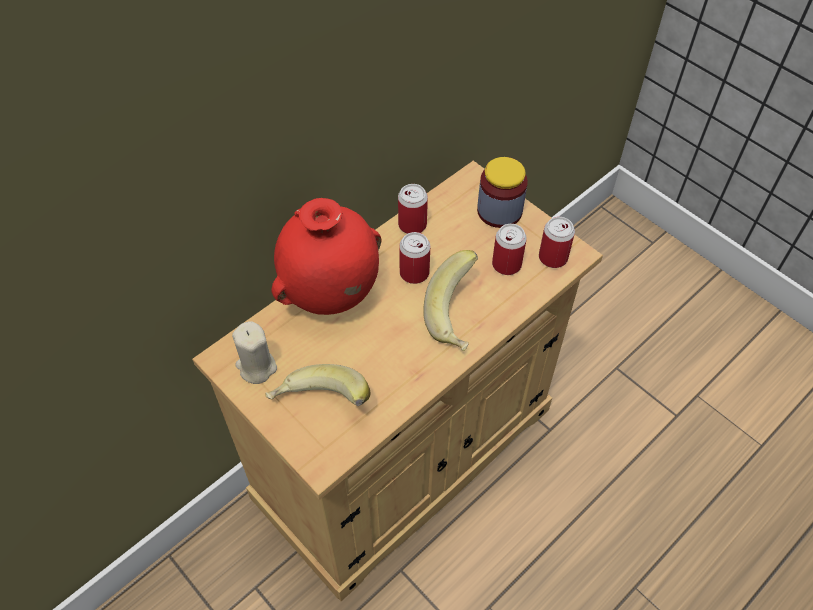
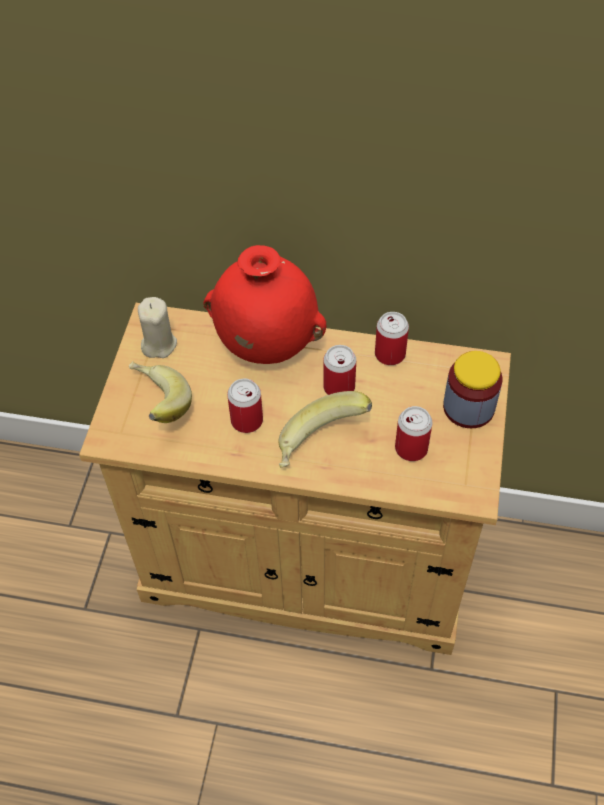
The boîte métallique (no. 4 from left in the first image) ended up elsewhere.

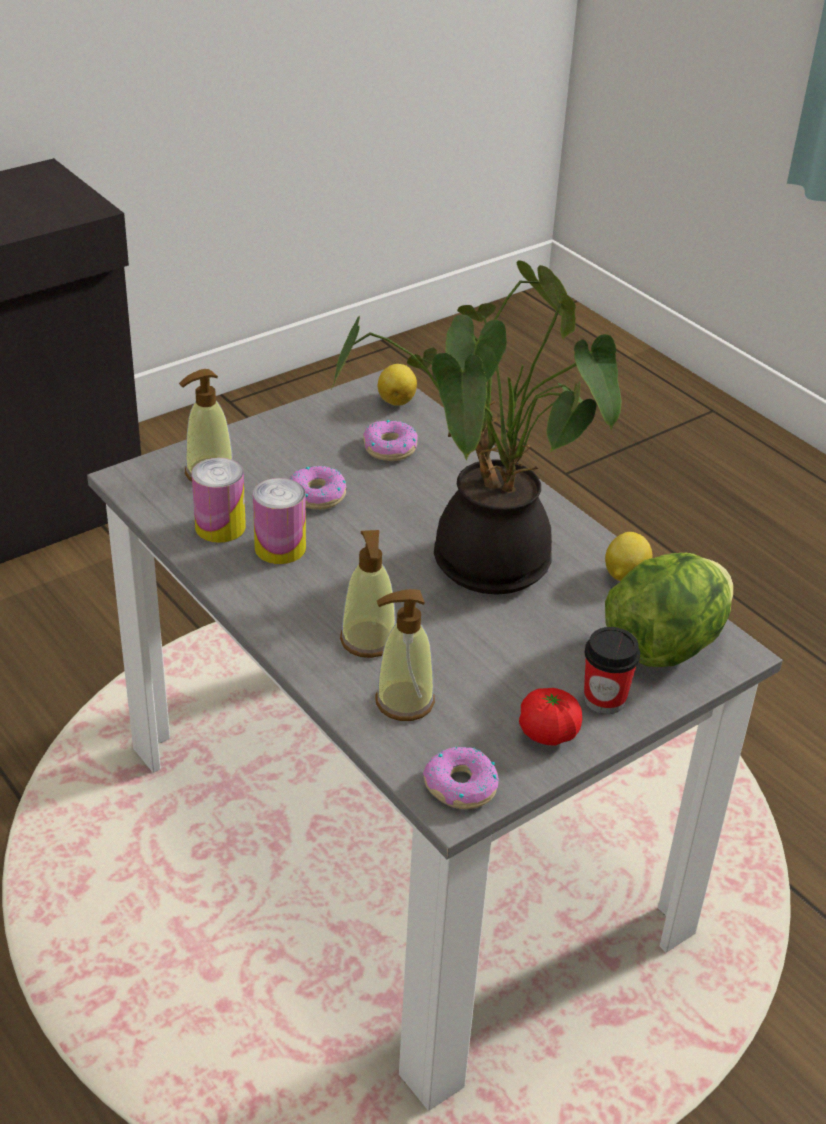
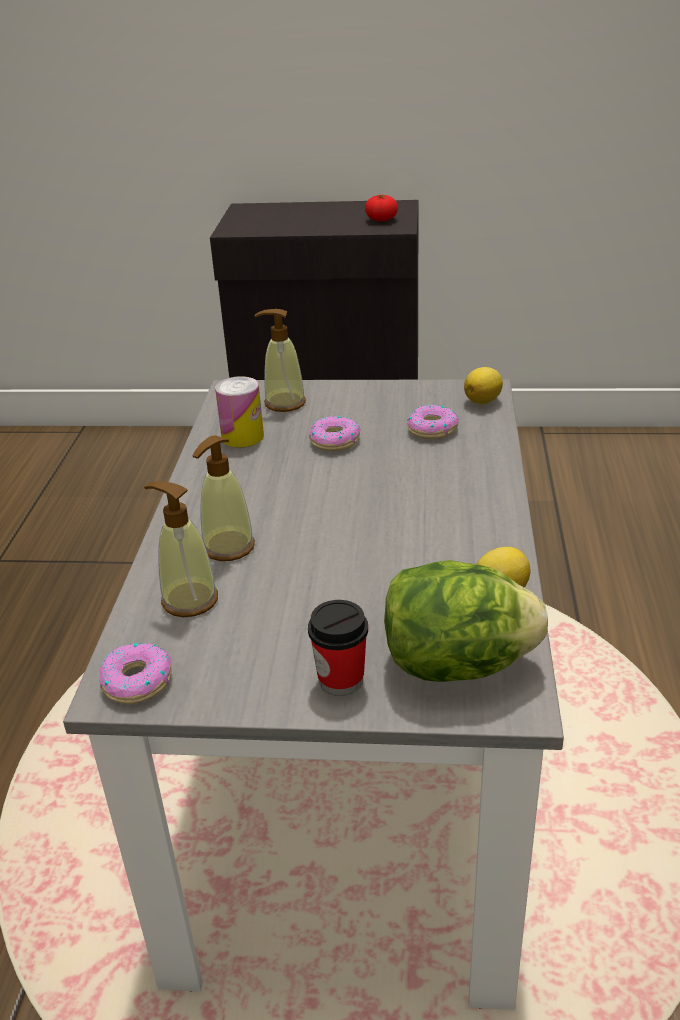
The second view lost the boîte métallique (no. 2 from left). The second view lost the plante en pot. The tomate ended up elsewhere.

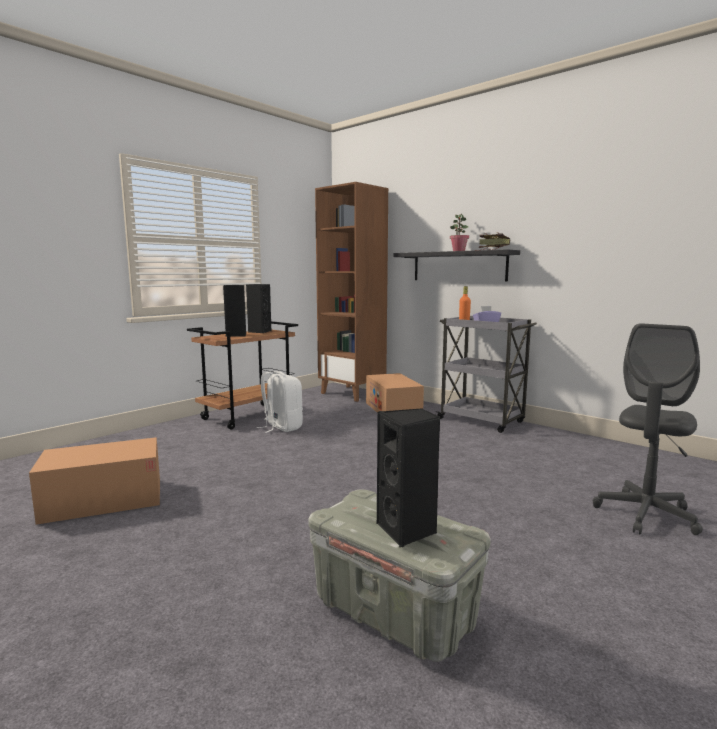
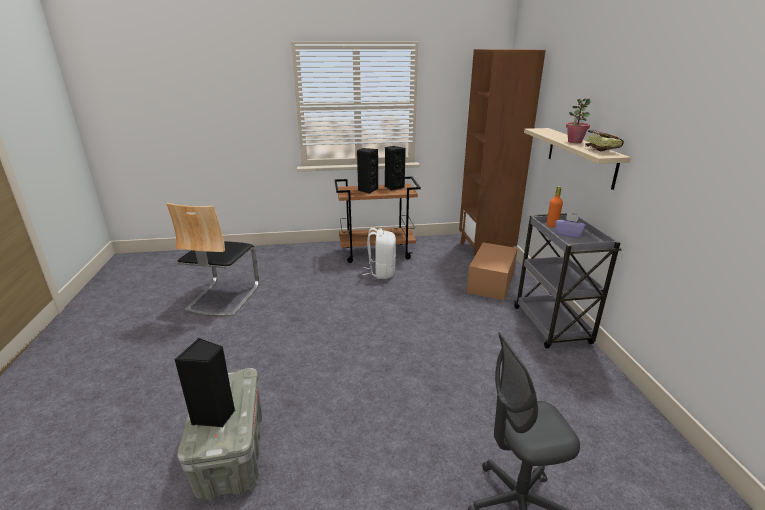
Where the carton (no. 1 from left) stood, the chaise came to stand. What was the étagère [noir] turned into the étagère [beige].

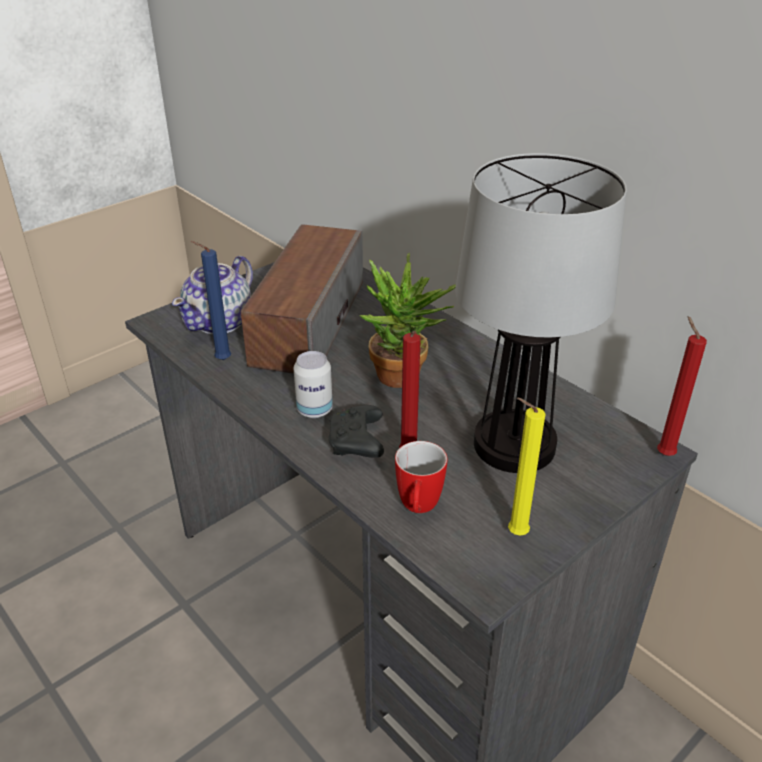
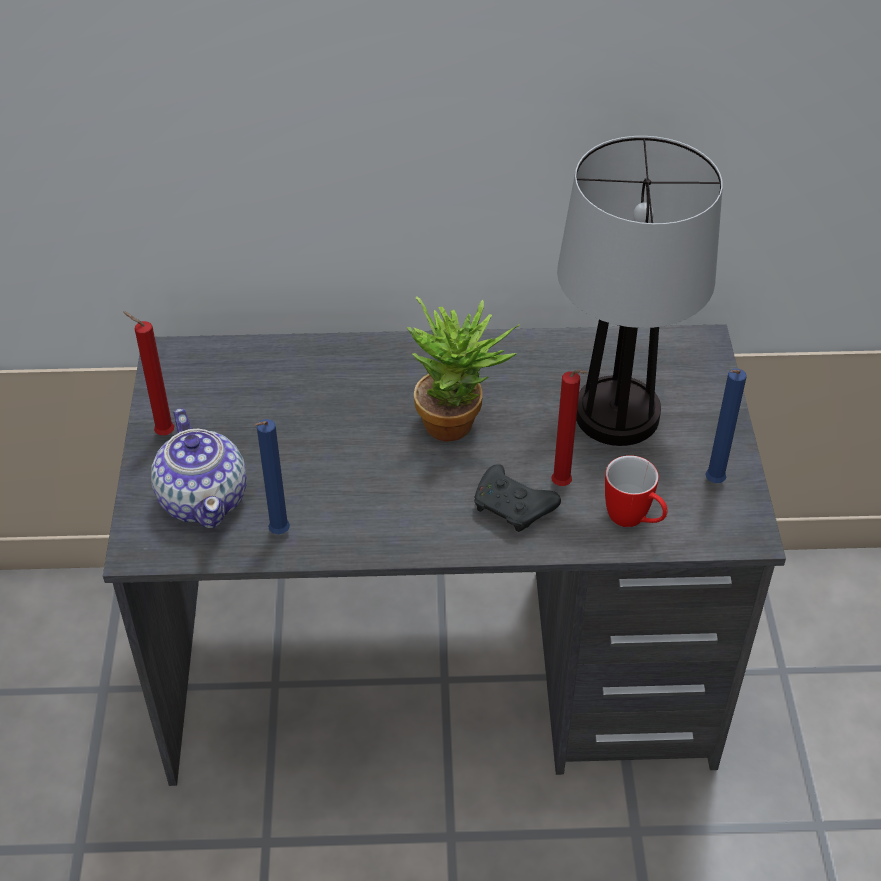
The second view lost the enceinte. The second view lost the boîte métallique. The bougie [rouge] (no. 2 from left in the first image) ended up elsewhere. What was the bougie [jaune] turned into the bougie [bleu] (no. 2 from left).

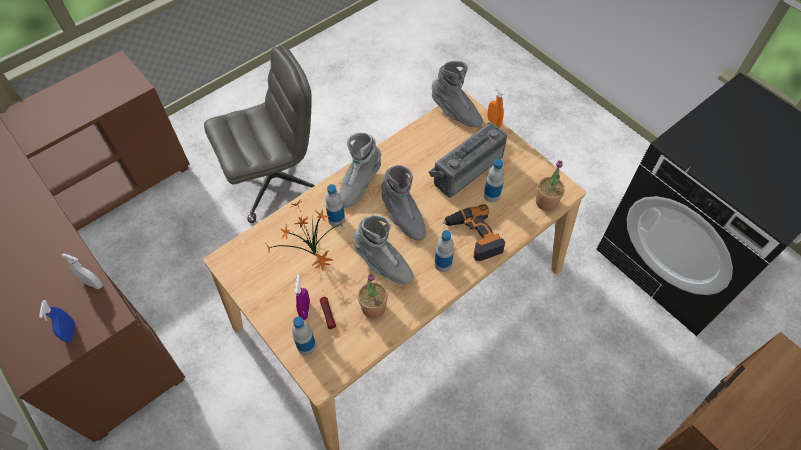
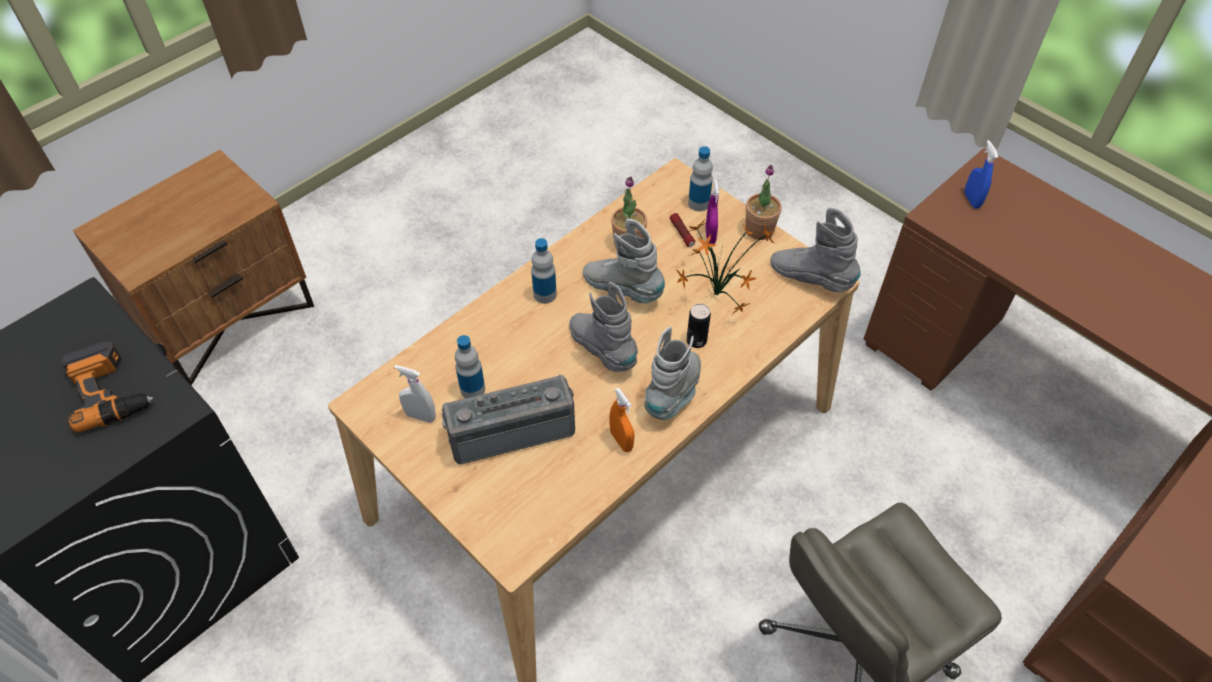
The vaporisateur [blanc] ended up elsewhere. The botte [gris] (no. 4 from left) ended up elsewhere. The perceuse ended up elsewhere. The vaporisateur [orange] ended up elsewhere. The plante en pot (no. 3 from left) ended up elsewhere. Where the bouteille (no. 2 from left) stood, the boîte métallique came to stand. The radio ended up facing another way, 150 degrees counterclockwise from before.

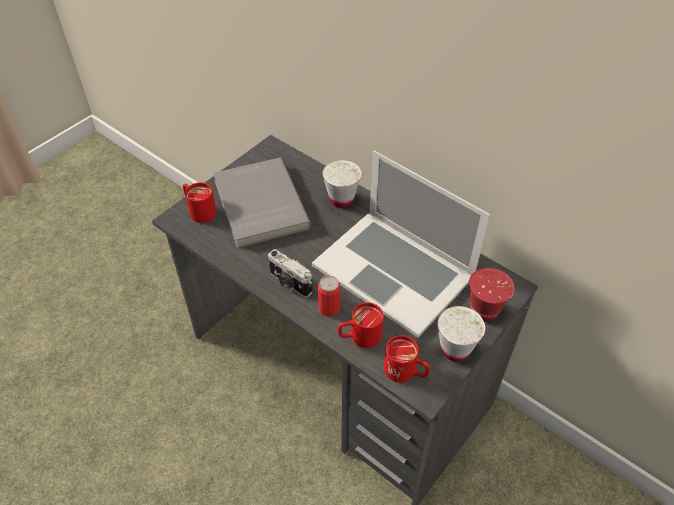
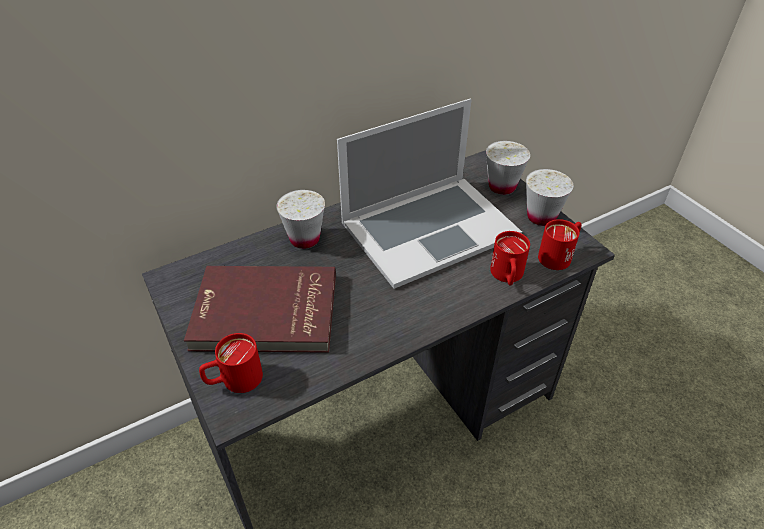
The second view lost the appareil photo. The second view lost the boîte métallique. What was the livre [gris] turned into the livre [rouge]. What was the tasse [rouge] turned into the tasse [blanc] (no. 2 from left).

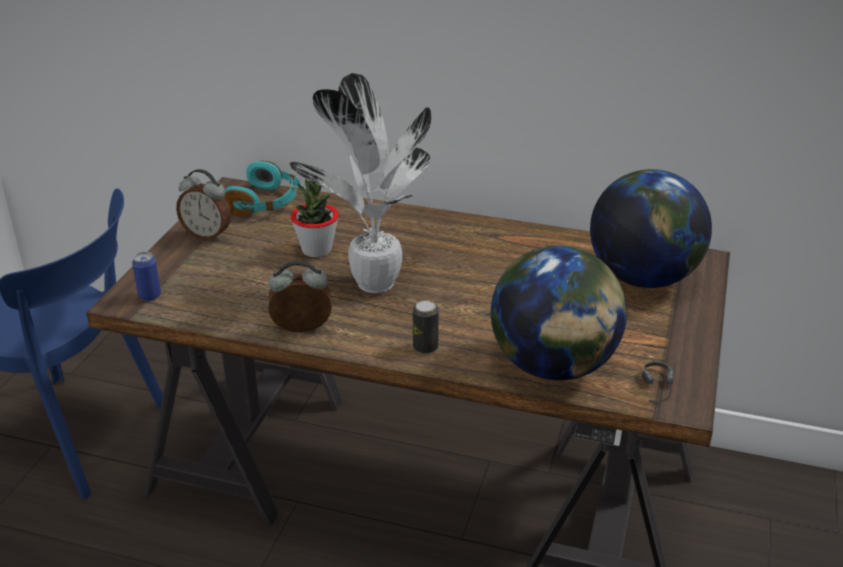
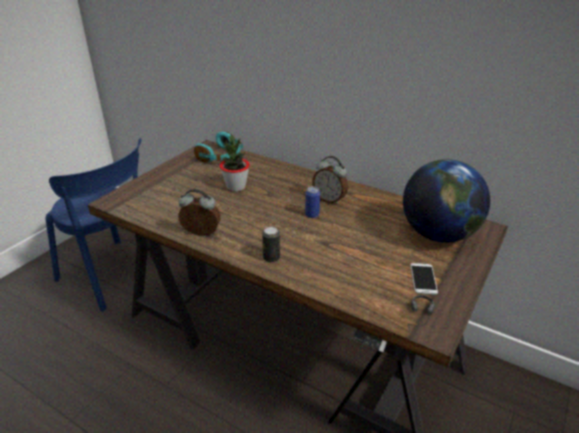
The second view lost the plante en pot (no. 2 from left). The second view lost the globe (no. 1 from left). The second view gained the téléphone. The boîte métallique (no. 1 from left in the first image) ended up elsewhere. The réveil (no. 1 from left in the first image) ended up elsewhere.

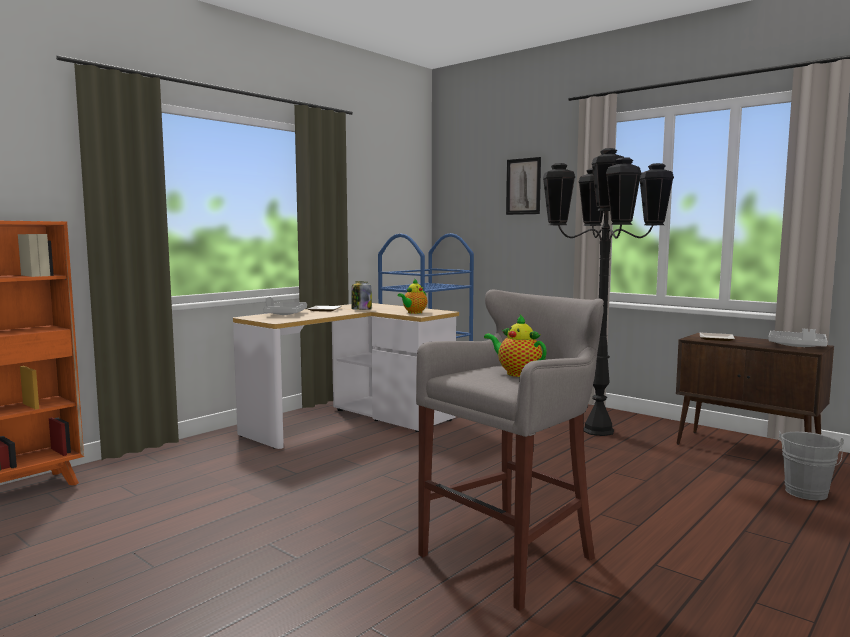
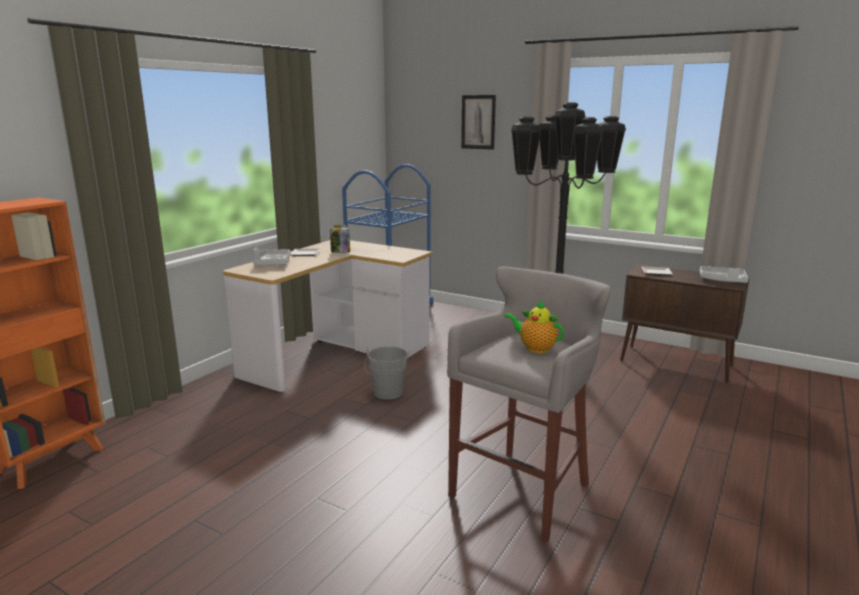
The second view lost the théière (no. 1 from left). The seau [gris] ended up elsewhere.

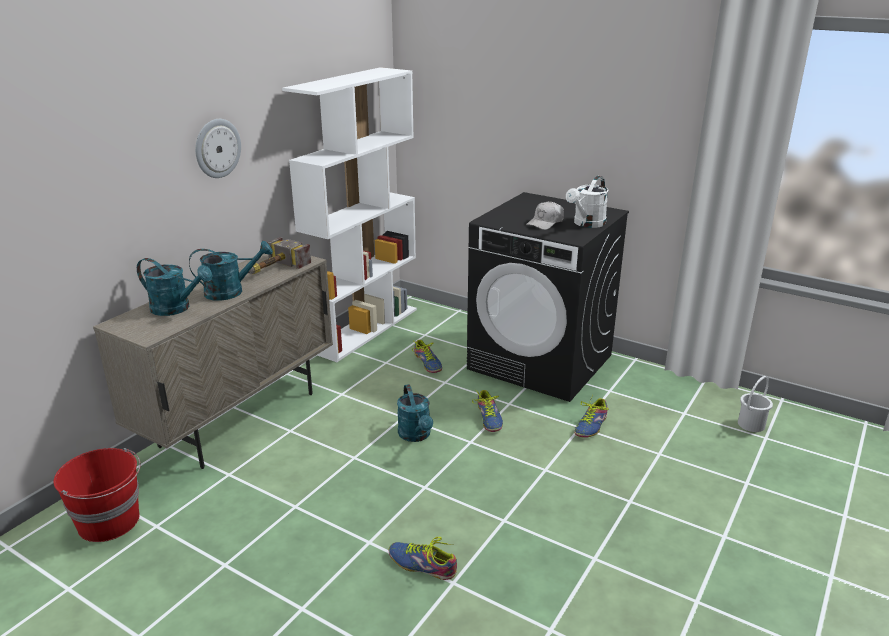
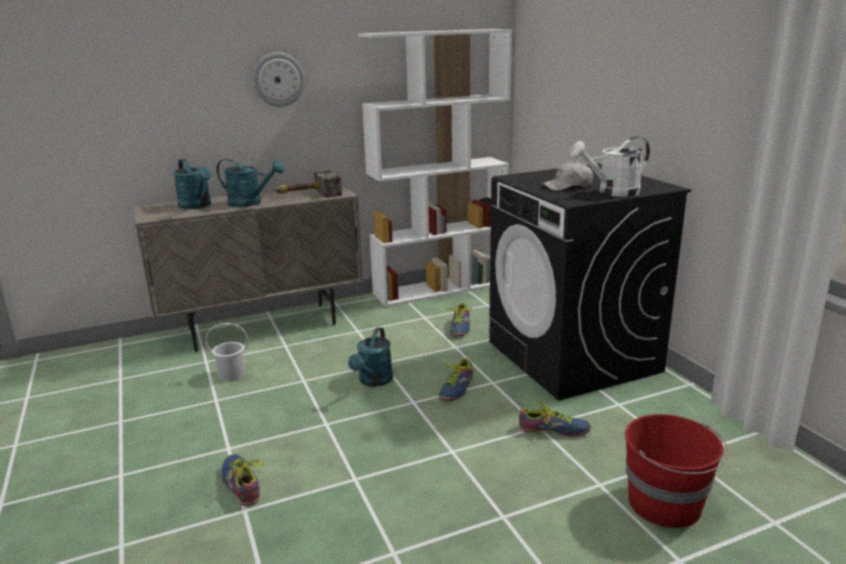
The seau [rouge] ended up elsewhere. The seau [blanc] ended up elsewhere. The chaussure (no. 4 from left) ended up facing another way, 150 degrees counterclockwise from before.

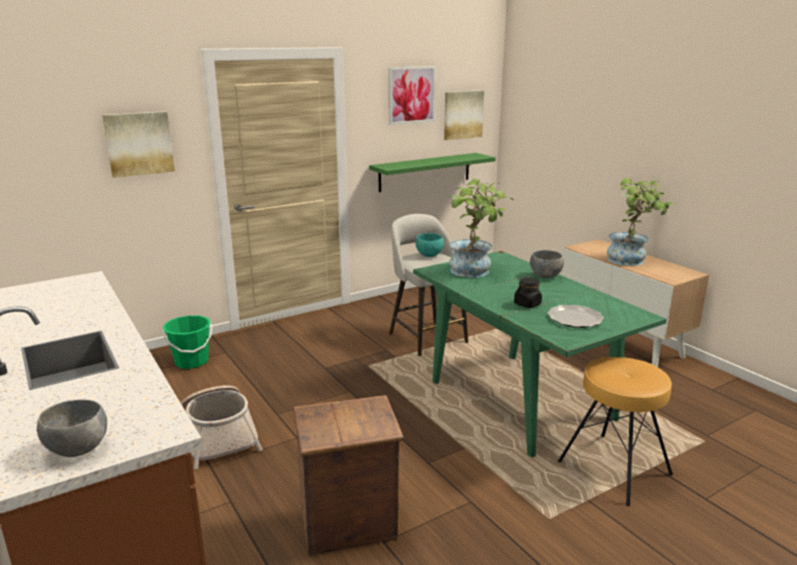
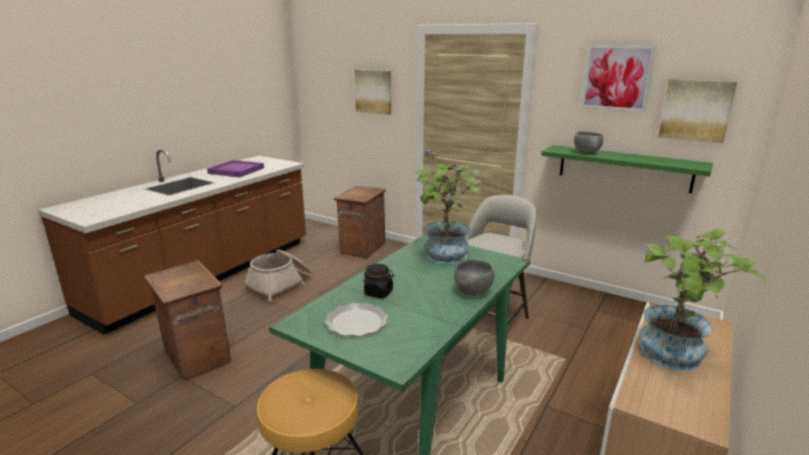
The second view lost the bol [turquoise]. The second view gained the plateau [violet]. The bol [gris] (no. 1 from left in the first image) ended up elsewhere. Where the seau [vert] stood, the caisse (no. 2 from left) came to stand.

